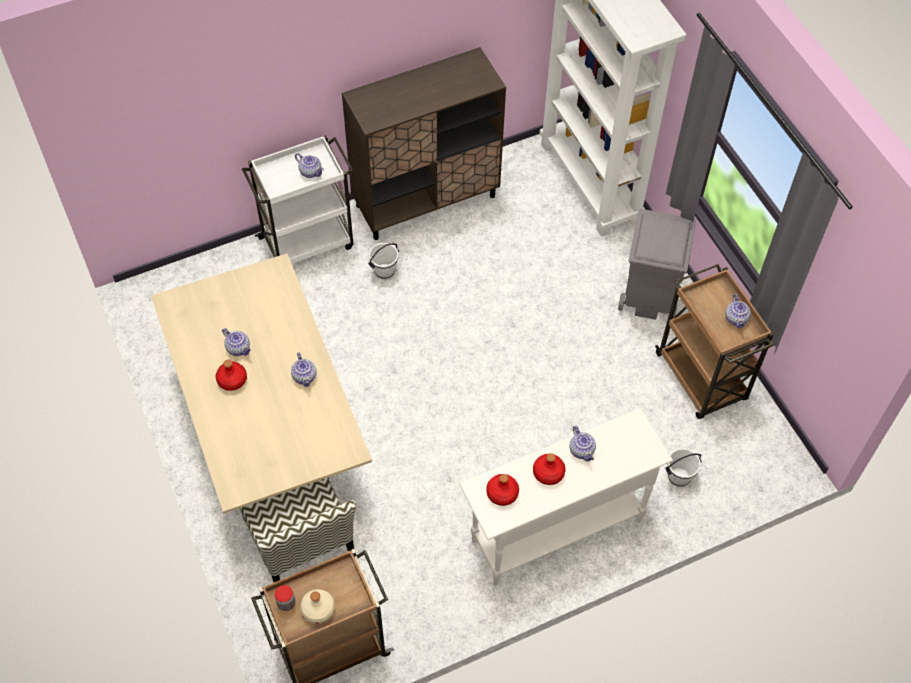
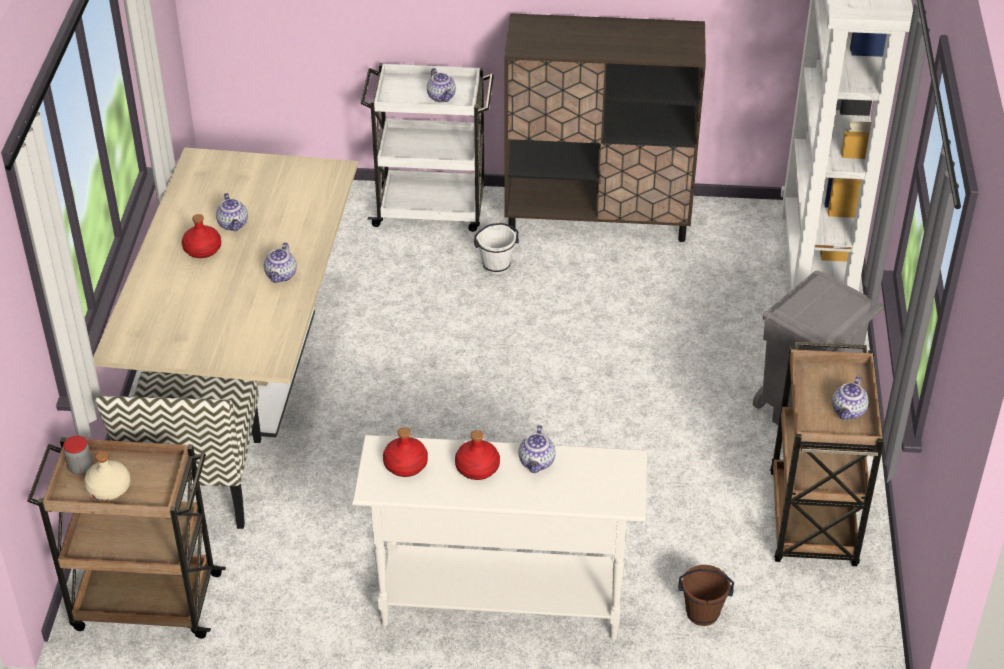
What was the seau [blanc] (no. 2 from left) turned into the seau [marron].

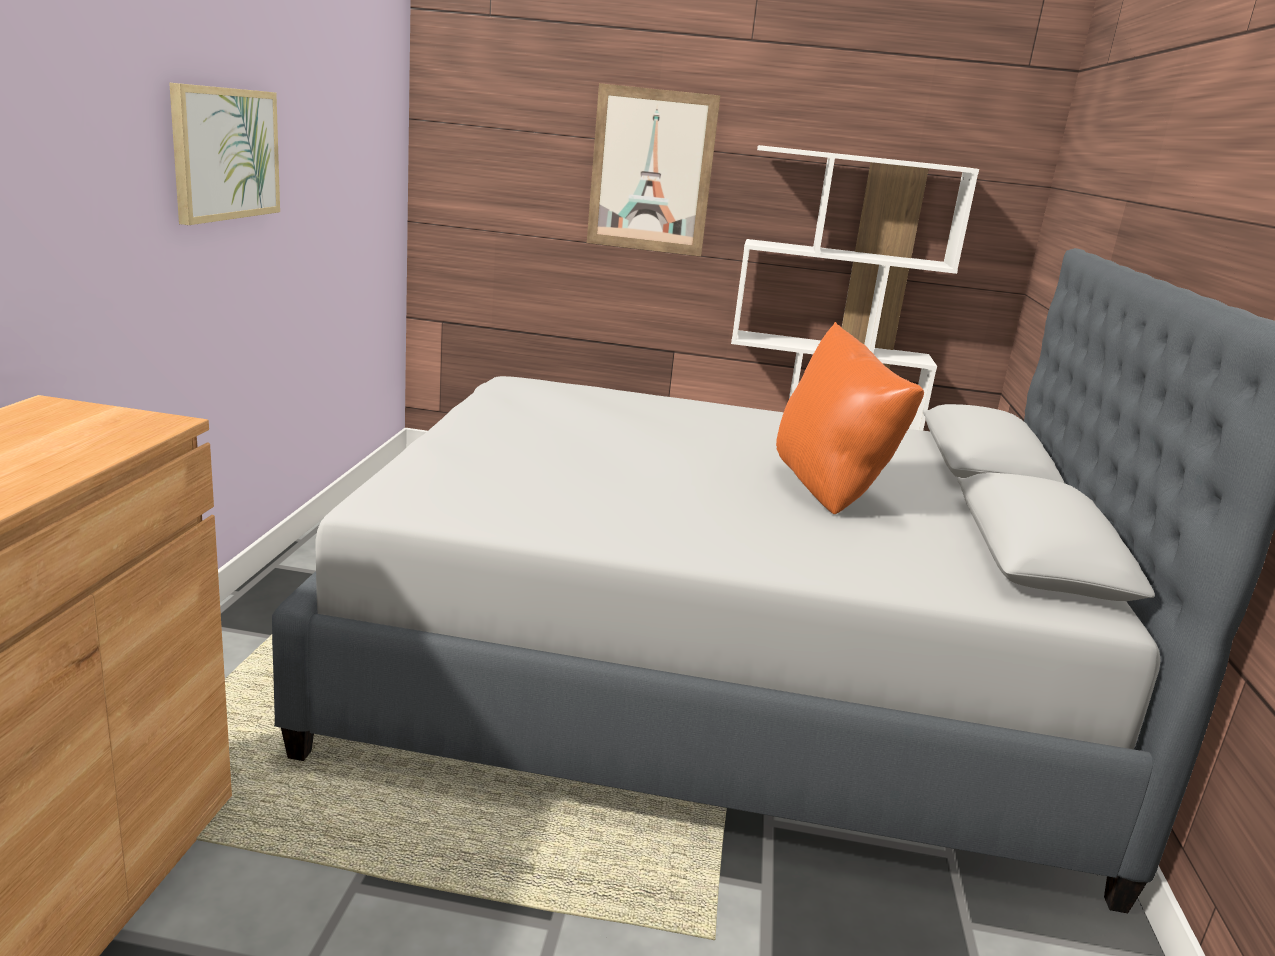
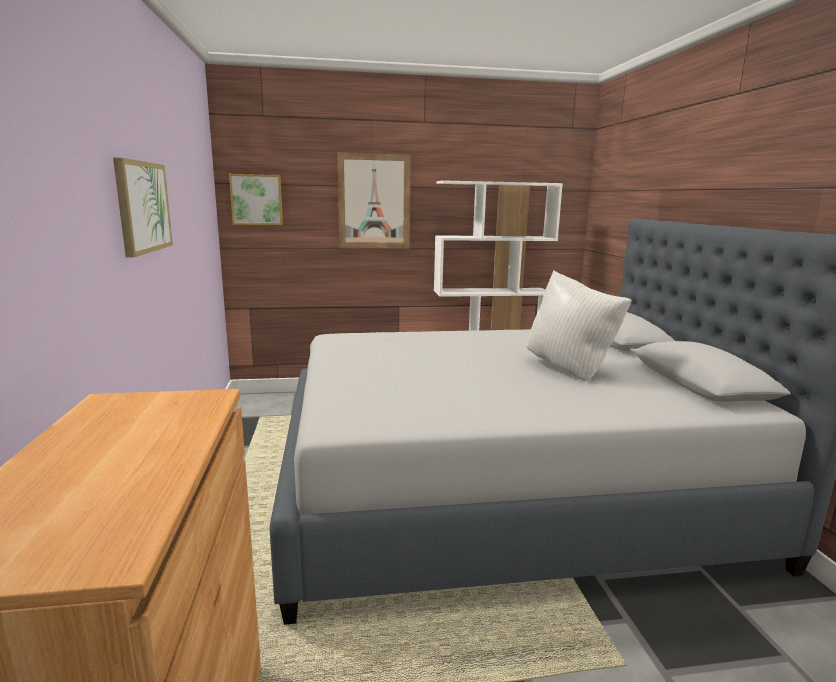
The second view gained the tableau (no. 2 from left). What was the coussin [orange] turned into the coussin [blanc].

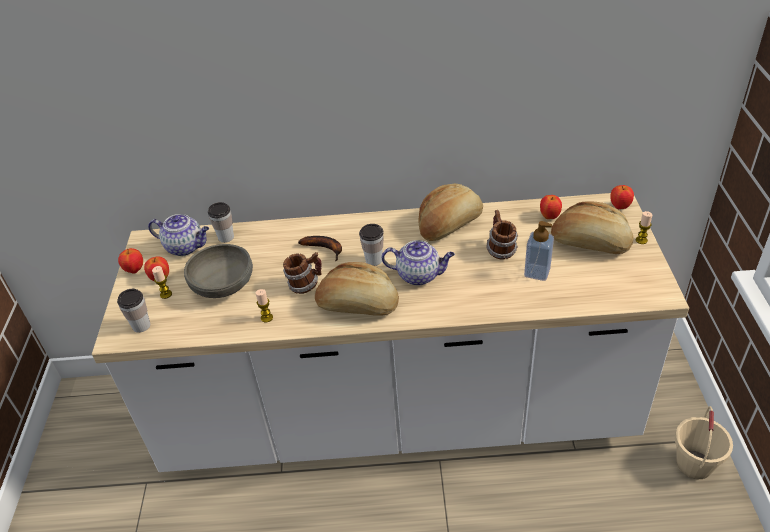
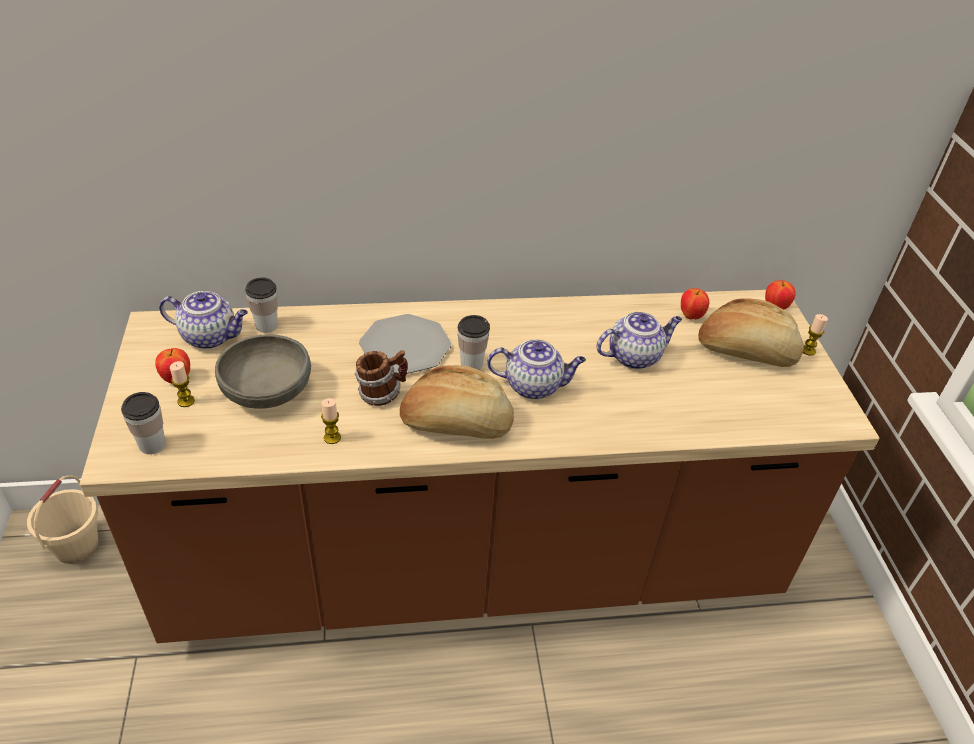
The second view lost the pomme (no. 1 from left). The second view lost the pain (no. 2 from left). The second view lost the distributeur de savon. The seau [beige] ended up elsewhere. Where the banane stood, the assiette came to stand. Where the mug (no. 2 from left) stood, the théière (no. 3 from left) came to stand. What was the comptoir de cuisine [blanc] turned into the comptoir de cuisine [marron].

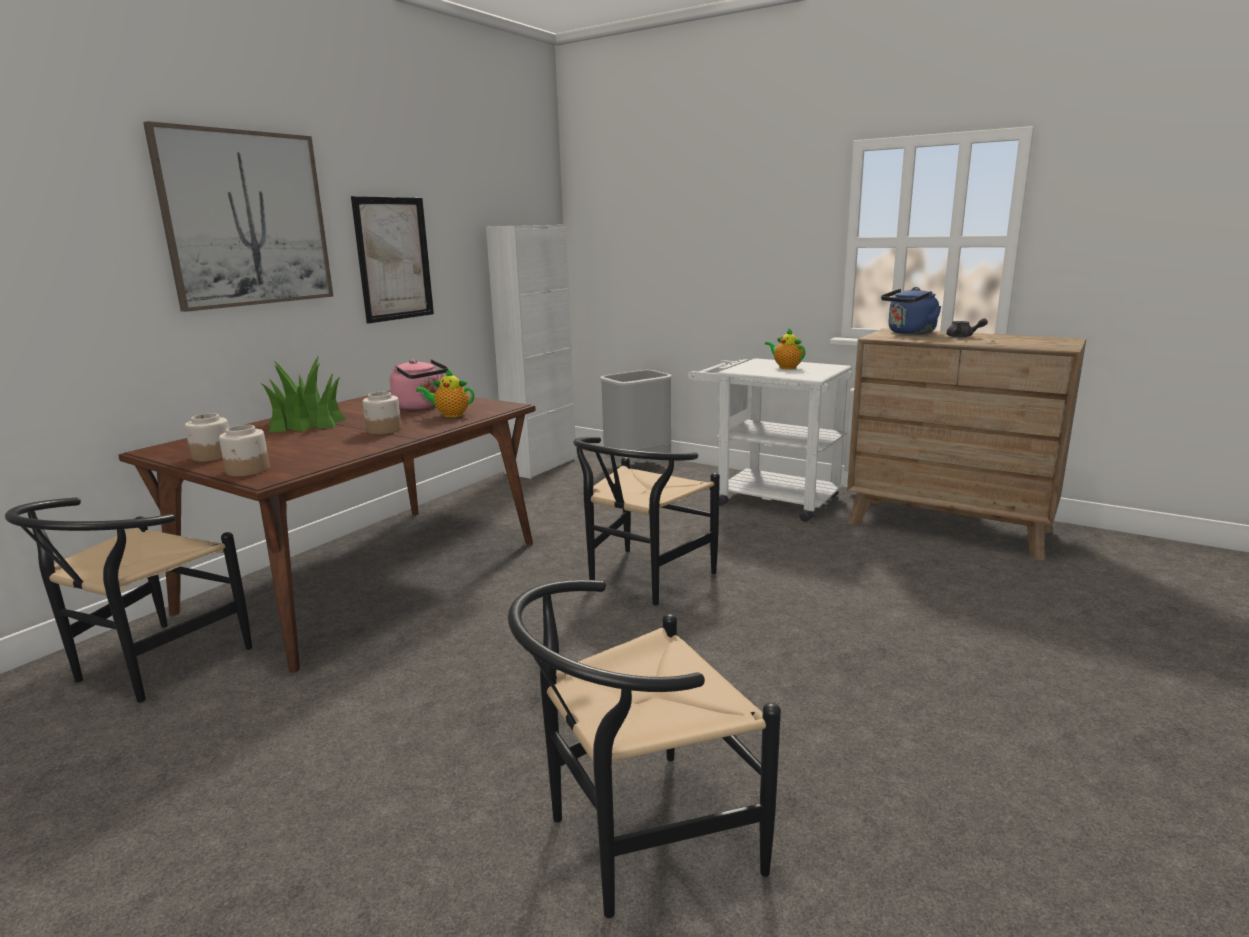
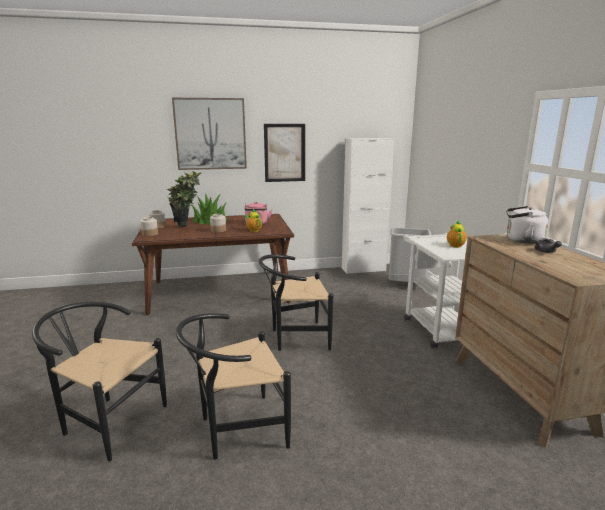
The second view gained the plante en pot (no. 1 from left). The chaise [noir] (no. 1 from left in the first image) ended up elsewhere. What was the bouilloire [bleu] turned into the bouilloire [blanc].

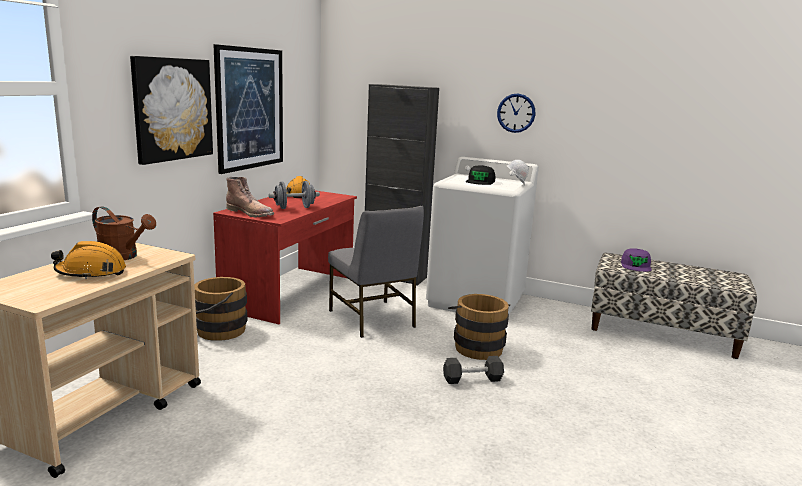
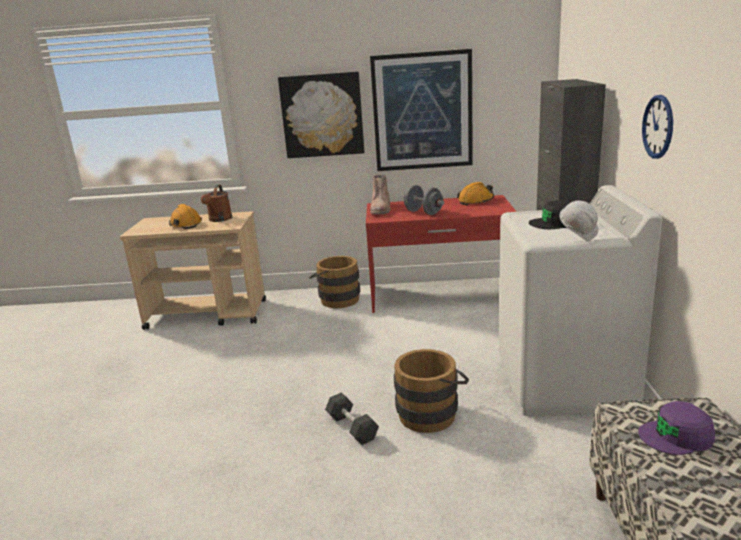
The second view lost the chaise [gris].

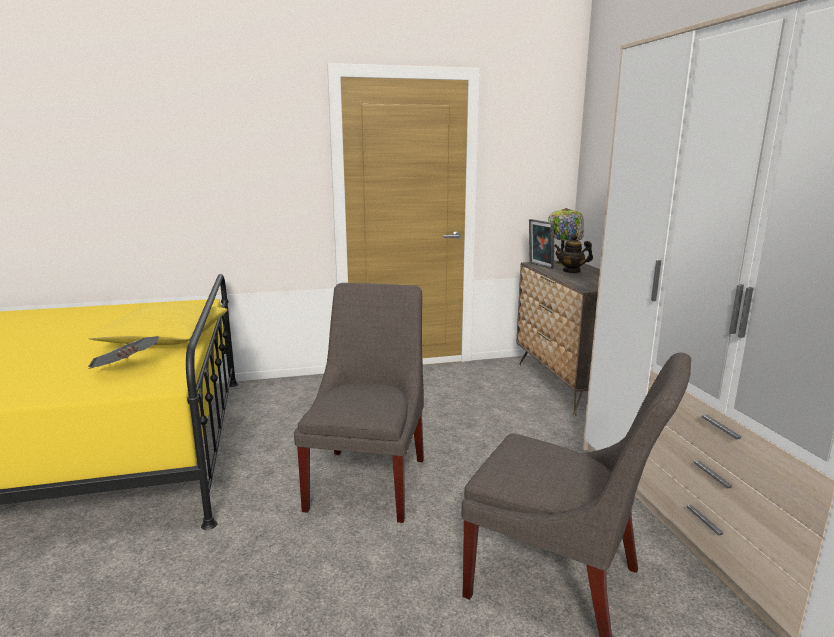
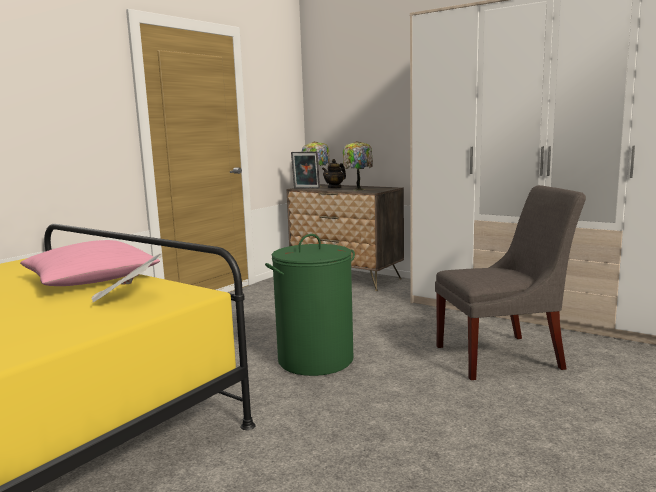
The second view gained the lampe de table (no. 2 from left). Where the chaise [gris] (no. 1 from left) stood, the panier à linge [vert] came to stand. What was the coussin [jaune] turned into the coussin [rose].

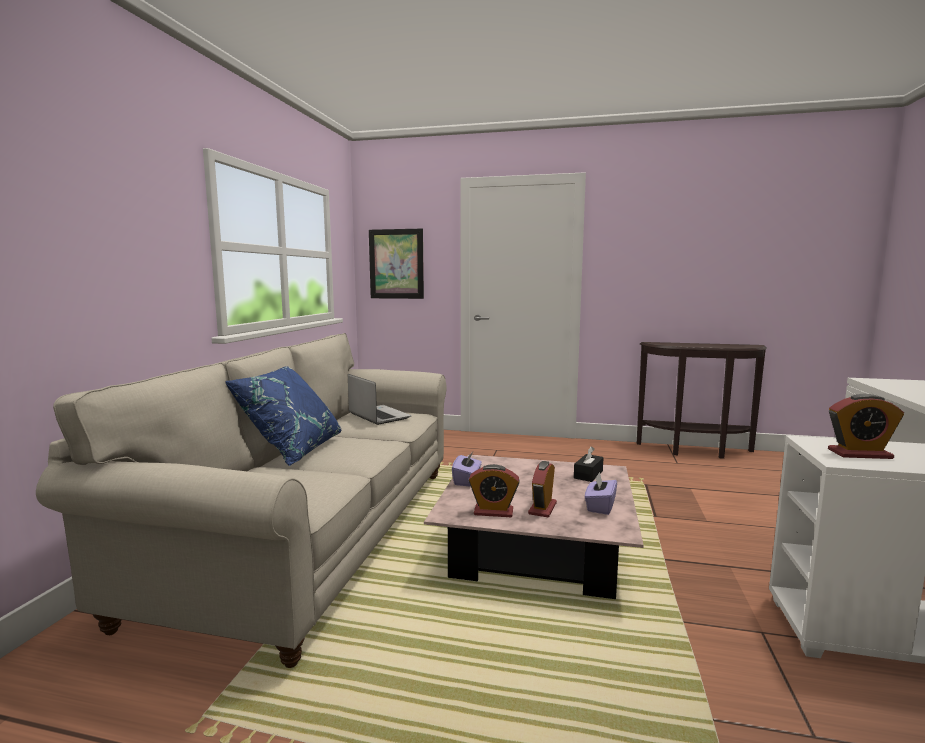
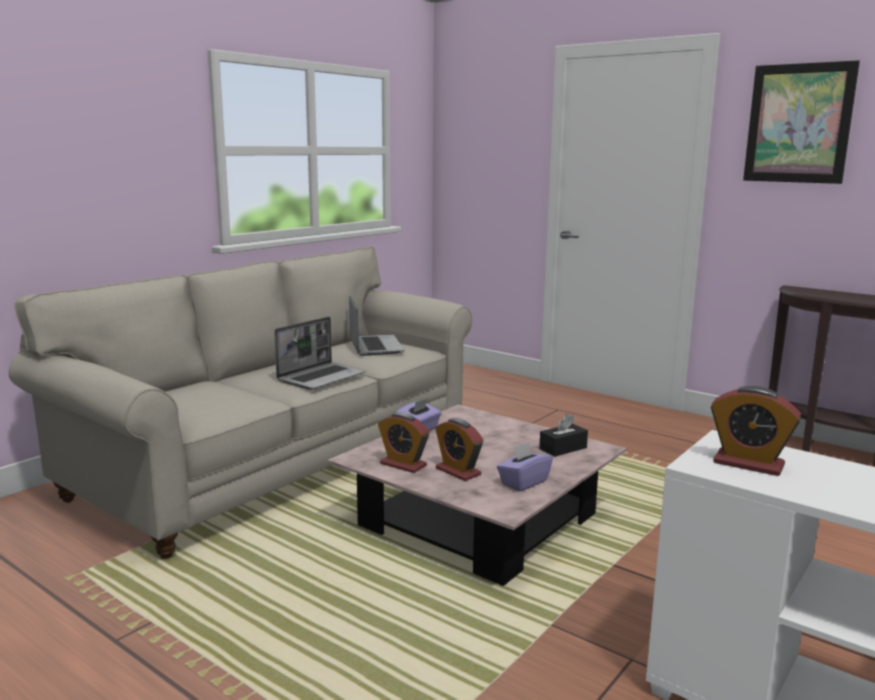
The second view lost the coussin [bleu]. The second view gained the ordinateur portable (no. 1 from left). The tableau ended up elsewhere. The réveil (no. 2 from left) ended up facing another way, 90 degrees counterclockwise from before.

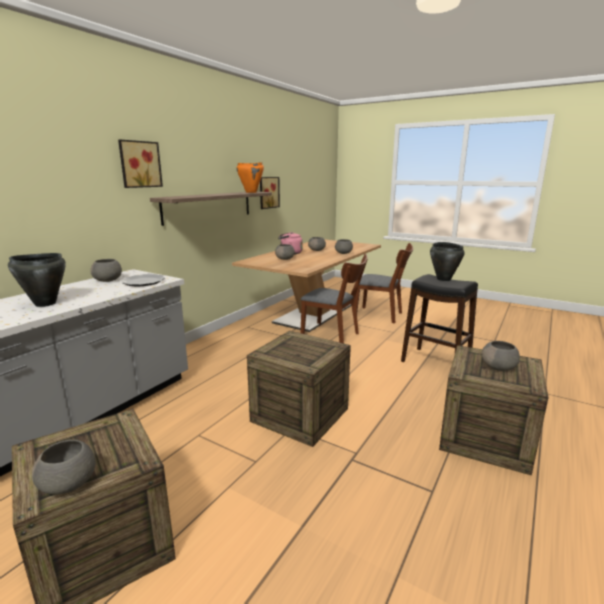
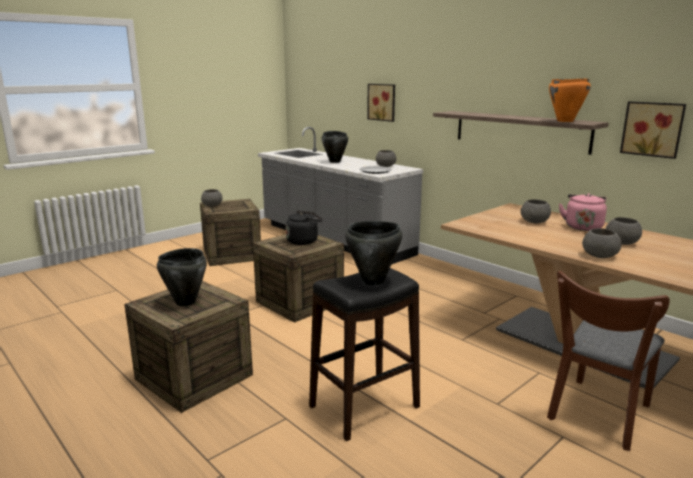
The second view lost the chaise [marron] (no. 1 from left). The second view gained the bouilloire [noir]. The tableau (no. 1 from left) ended up elsewhere. Where the bol [gris] (no. 6 from left) stood, the marmite [noir] (no. 1 from left) came to stand.

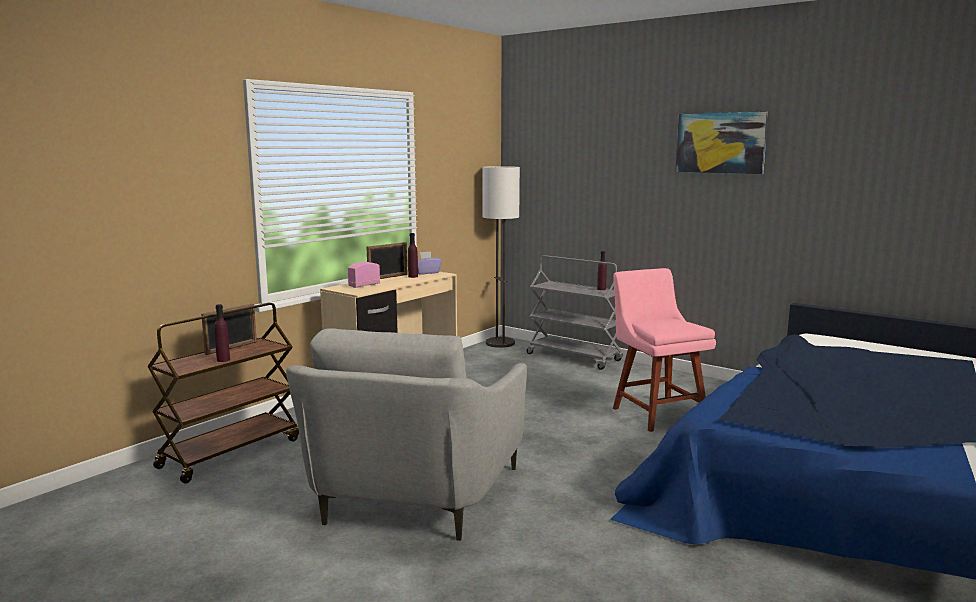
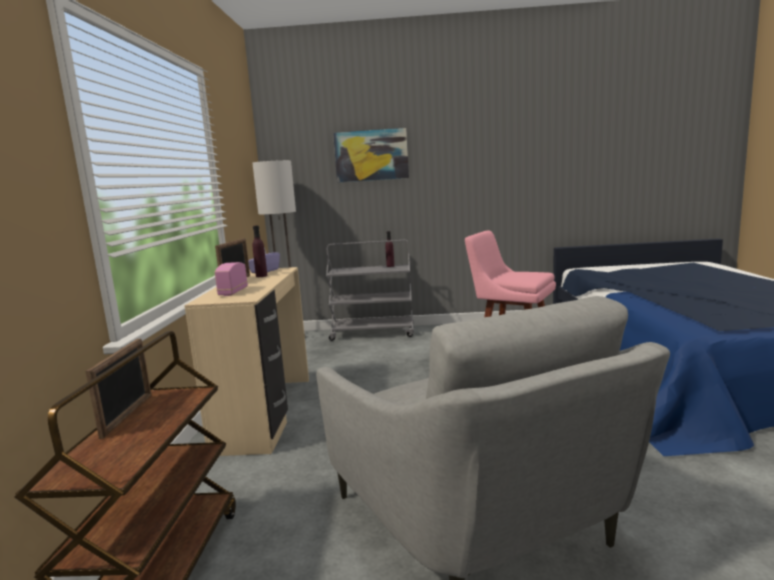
The second view lost the bouteille [violet] (no. 1 from left). The tableau ended up elsewhere.

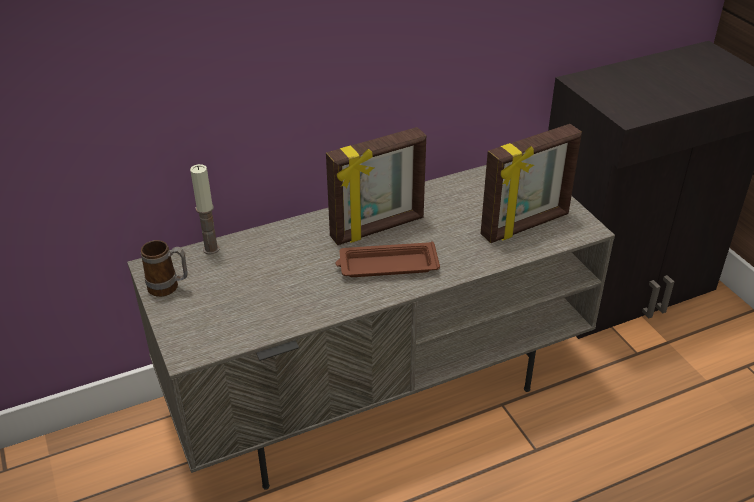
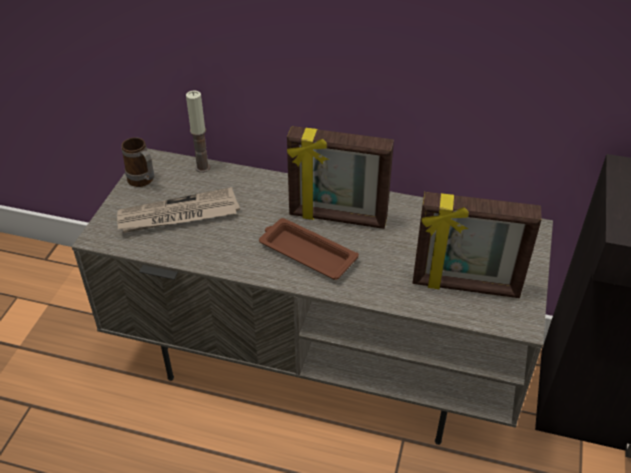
The second view gained the journal.

